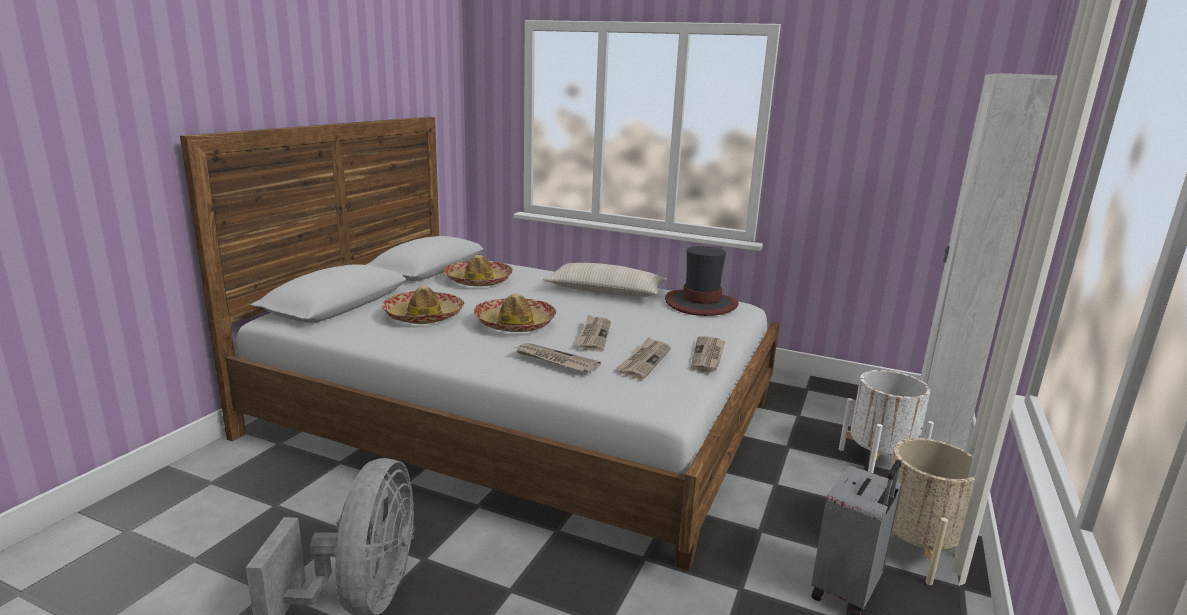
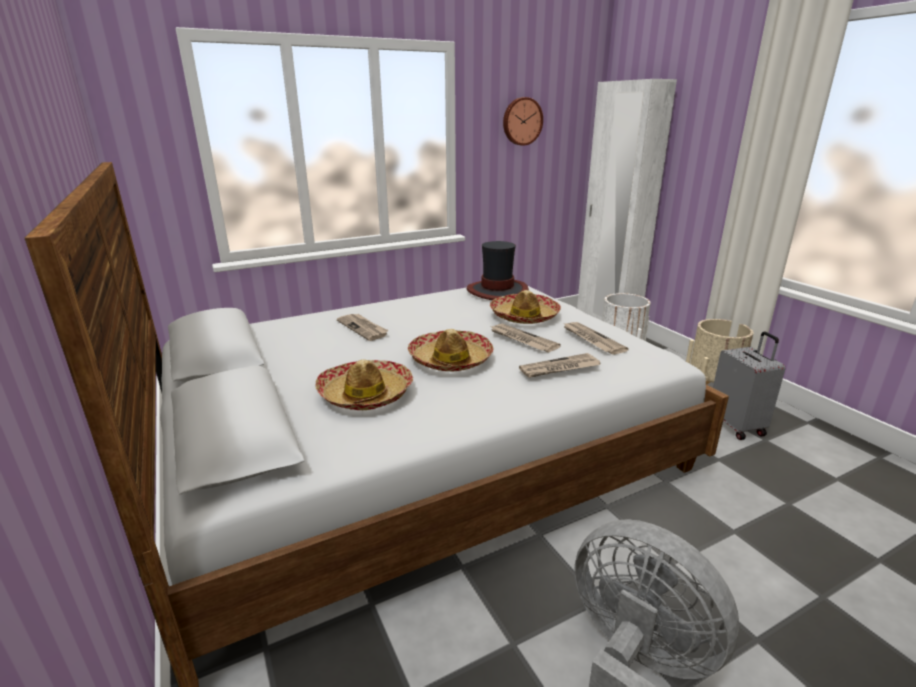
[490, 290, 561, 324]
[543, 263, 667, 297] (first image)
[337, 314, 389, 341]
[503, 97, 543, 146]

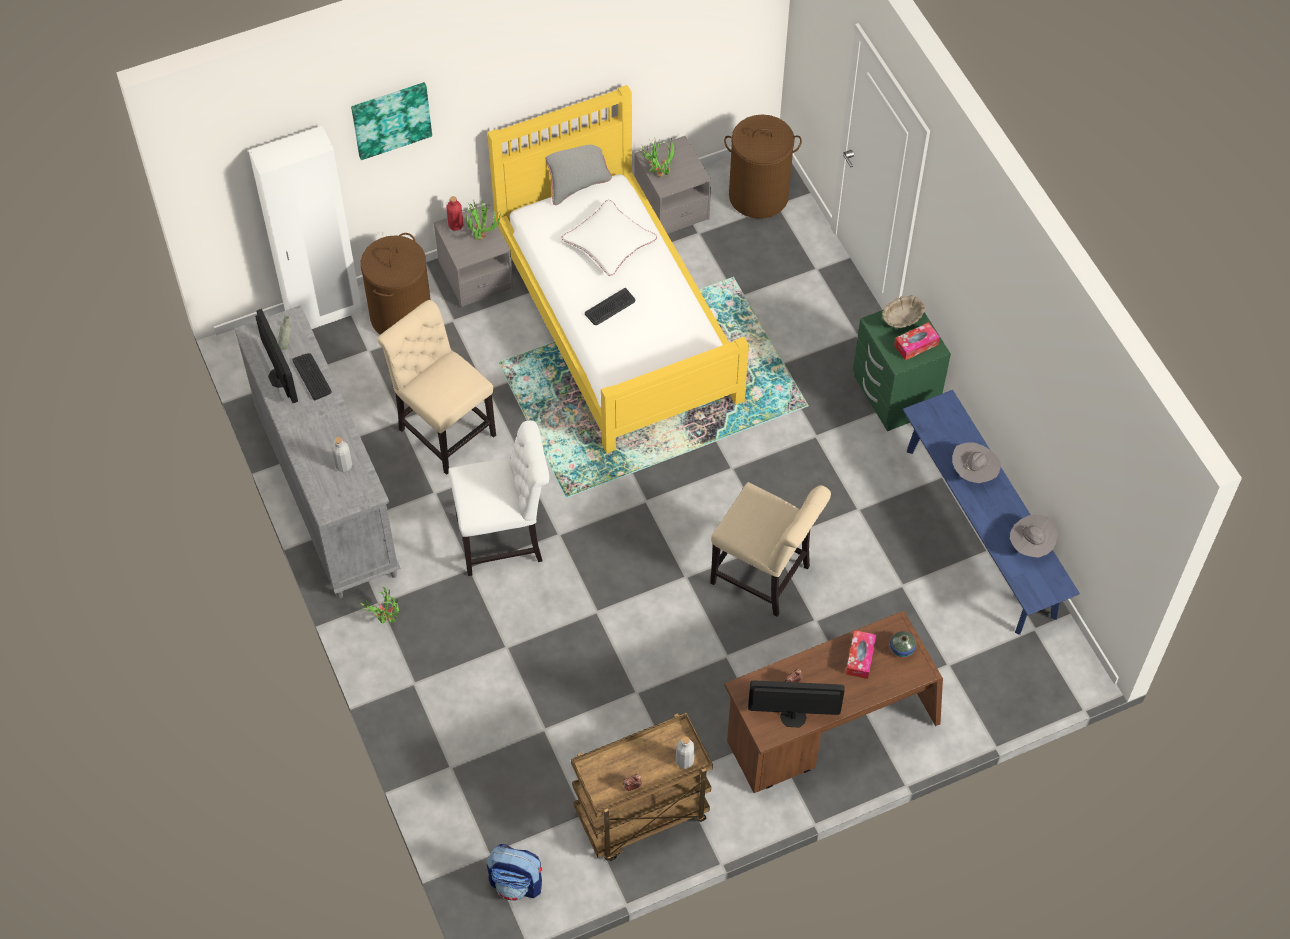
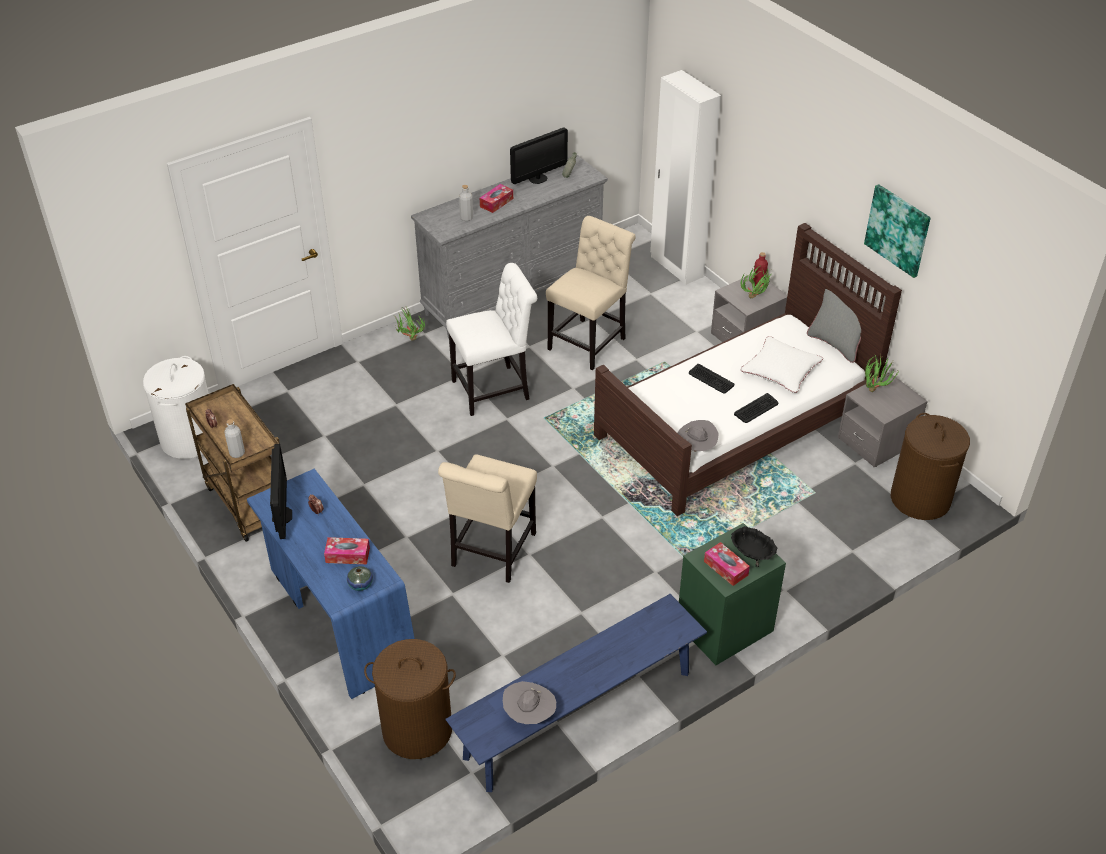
[734, 393, 778, 423]
[864, 184, 931, 278]
[364, 639, 456, 759]
[446, 263, 537, 416]
[594, 223, 902, 516]
[143, 356, 209, 459]
[247, 469, 415, 699]
[731, 526, 777, 567]
[678, 420, 719, 452]
[480, 184, 513, 213]

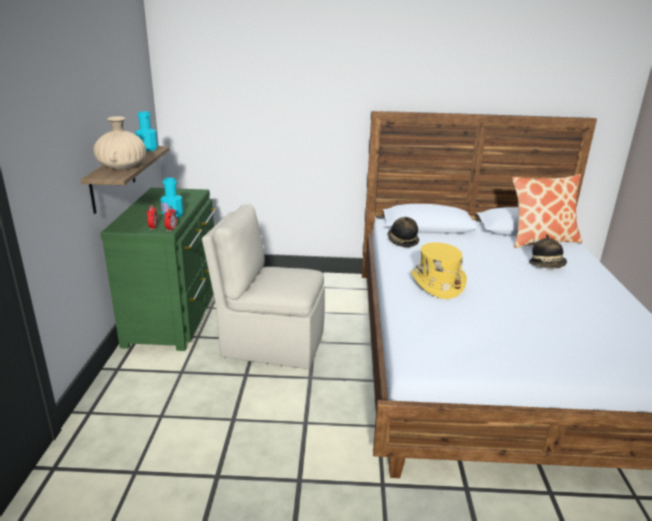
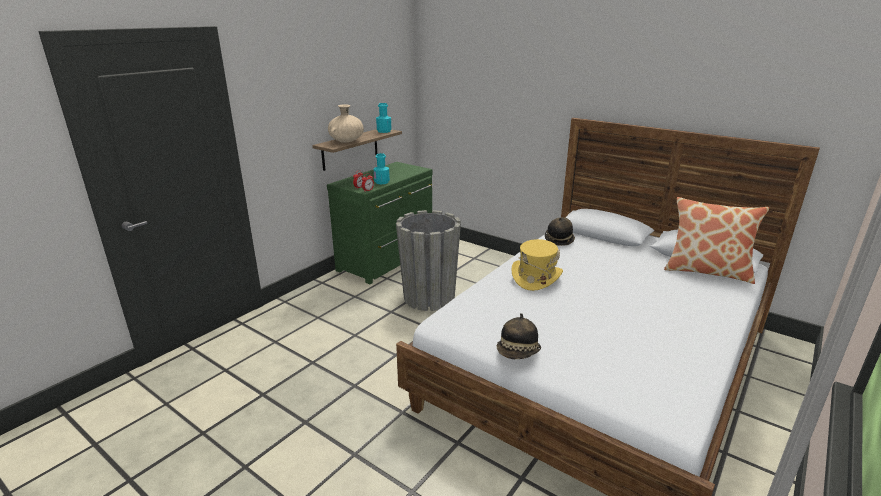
[396, 210, 461, 311]
[497, 313, 541, 359]

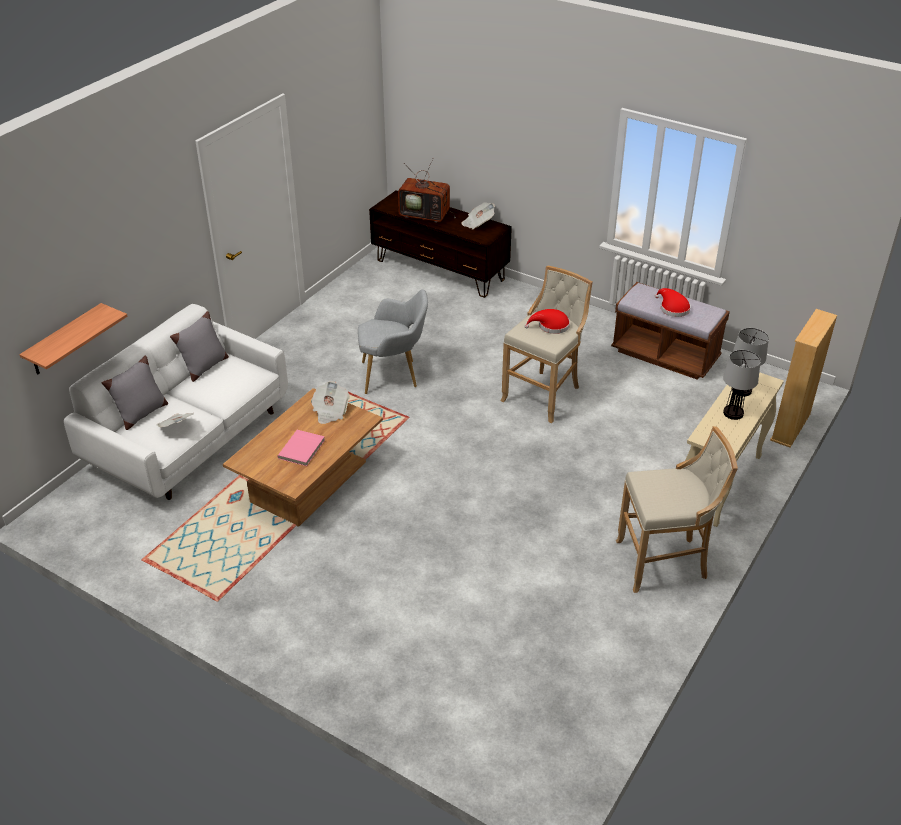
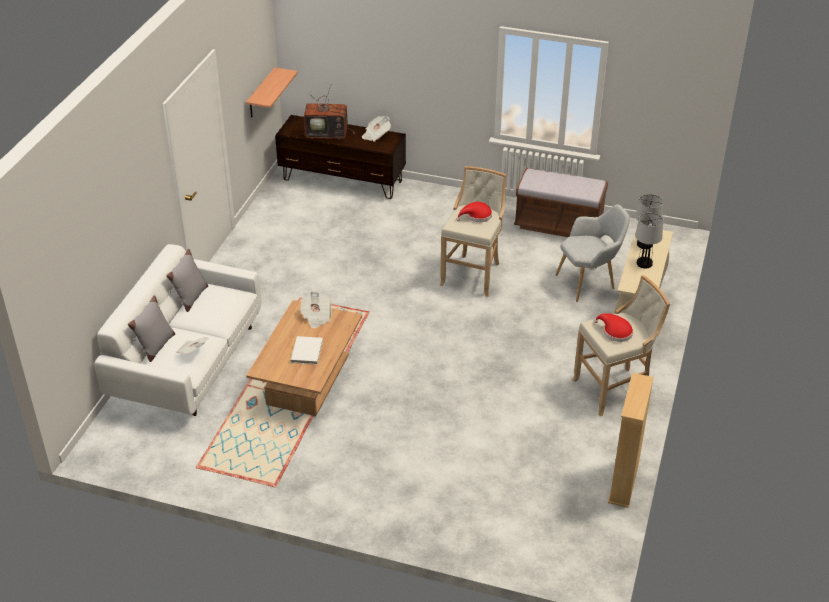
[246, 67, 298, 117]
[290, 336, 323, 365]
[555, 204, 630, 302]
[594, 313, 633, 342]
[608, 373, 654, 508]

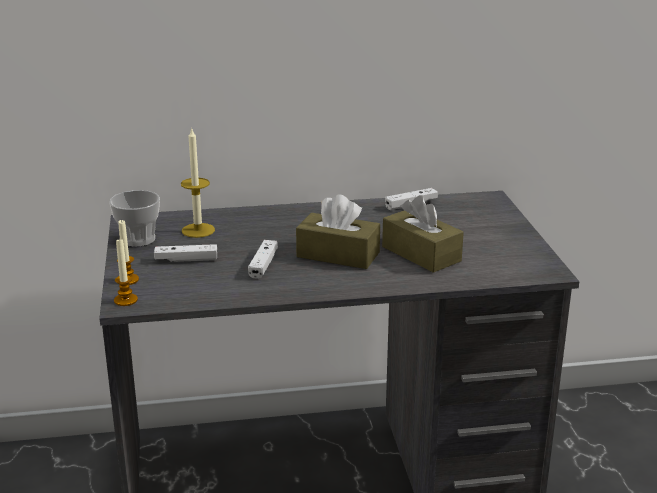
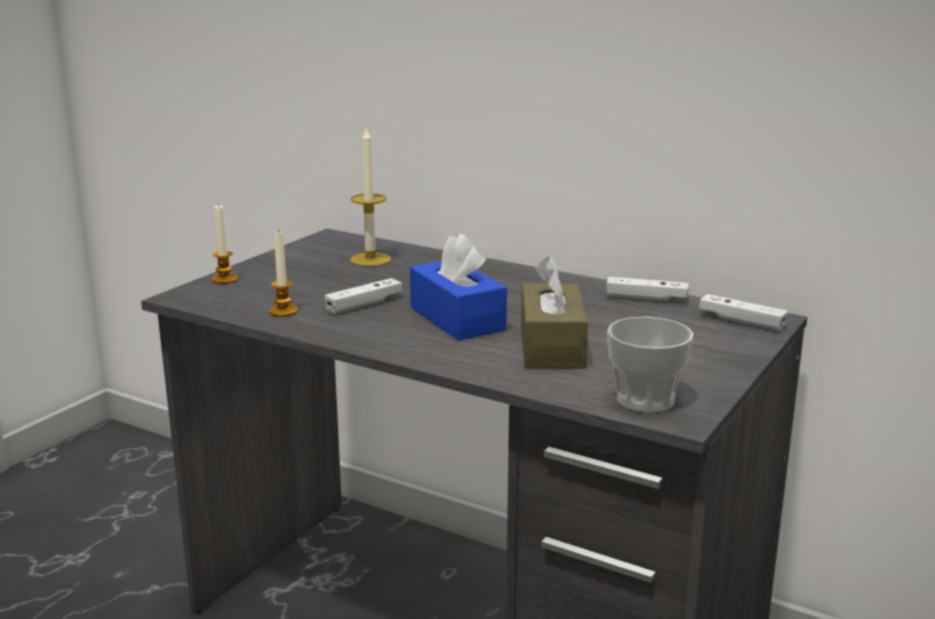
[607, 317, 694, 413]
[269, 230, 298, 317]
[699, 294, 788, 331]
[410, 233, 507, 340]

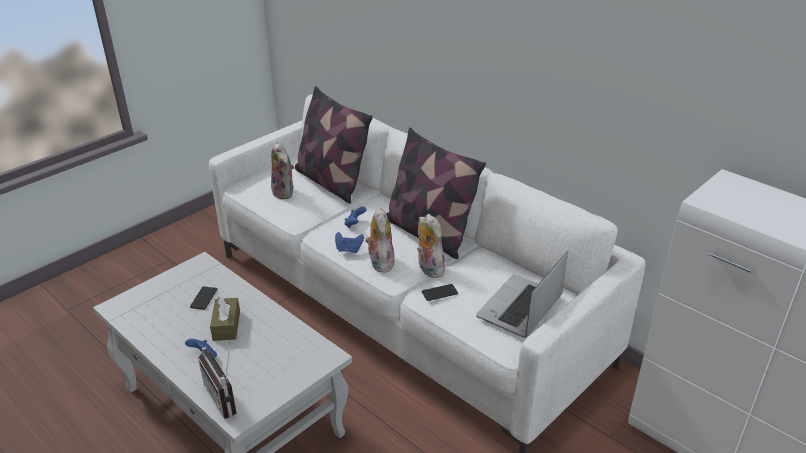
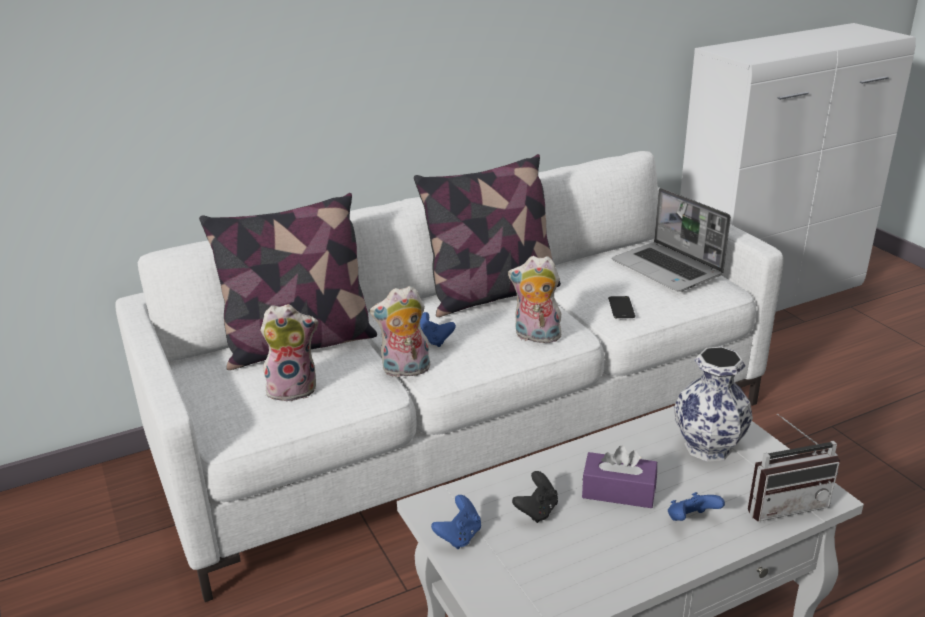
[512, 471, 558, 523]
[582, 446, 657, 508]
[431, 495, 481, 549]
[370, 286, 430, 377]
[674, 347, 753, 462]

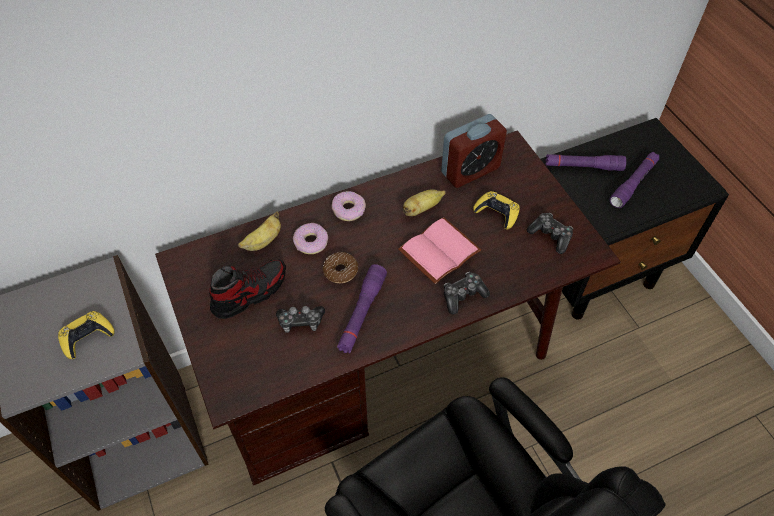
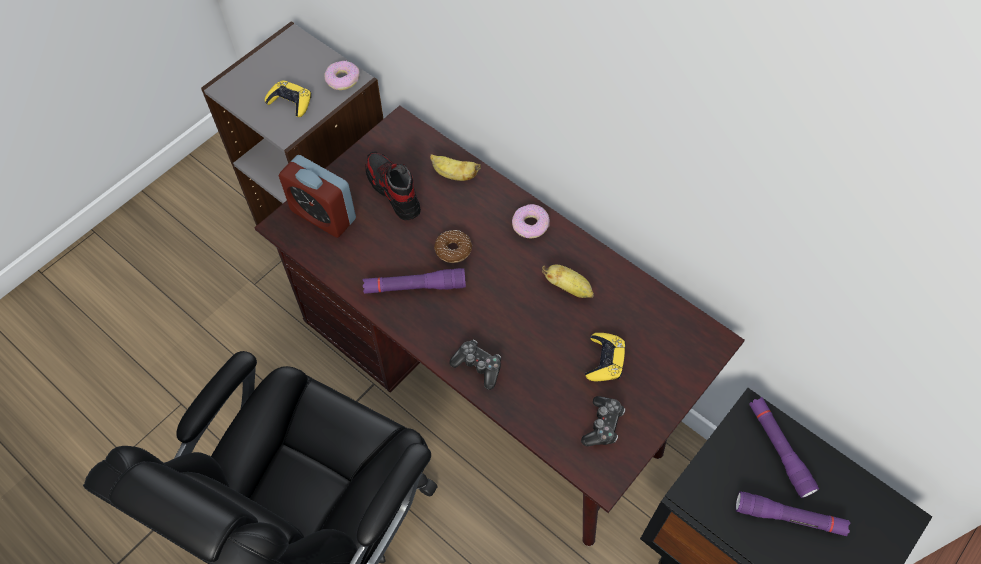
[366, 151, 421, 220]
[276, 306, 325, 333] (first image)
[324, 61, 359, 90]
[398, 217, 481, 284] (first image)
[279, 155, 356, 238]

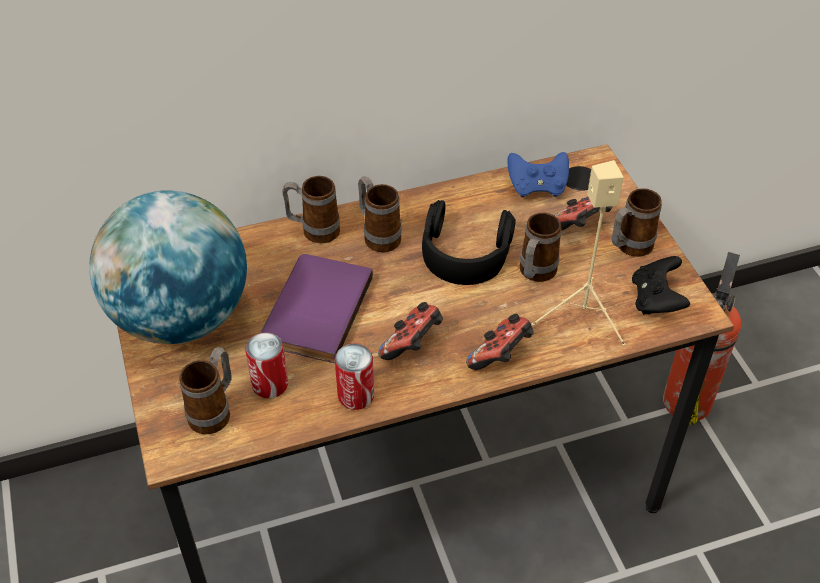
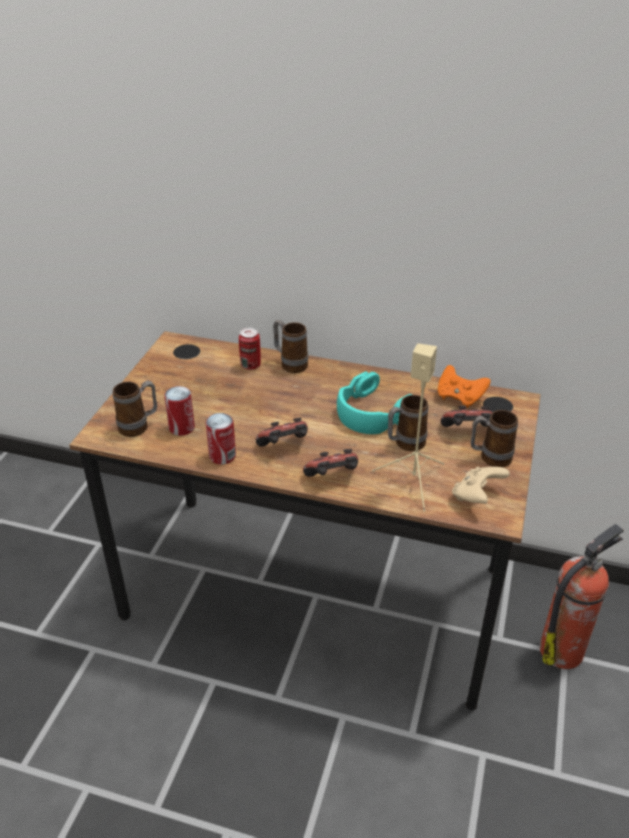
[89, 191, 247, 344] (first image)
[261, 254, 373, 363] (first image)
[358, 177, 402, 252] (first image)
[337, 371, 413, 434]
[438, 365, 491, 408]
[452, 466, 510, 504]
[239, 328, 261, 370]

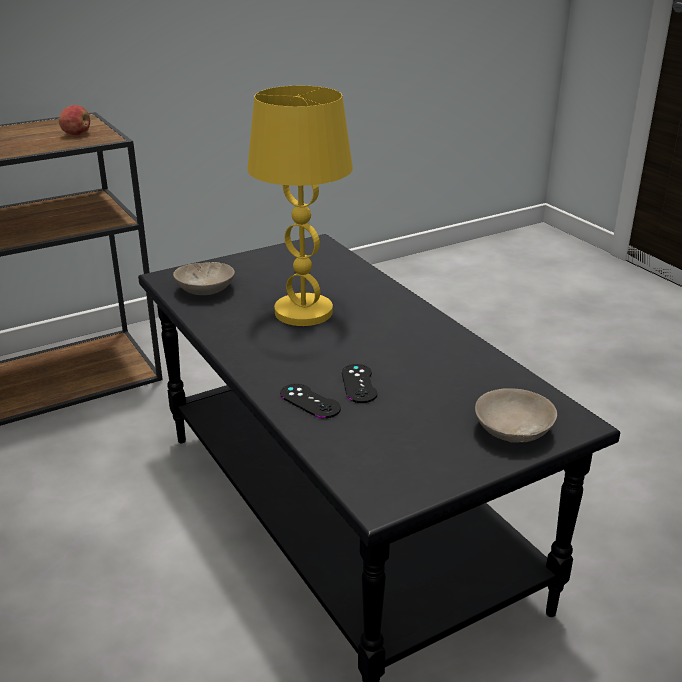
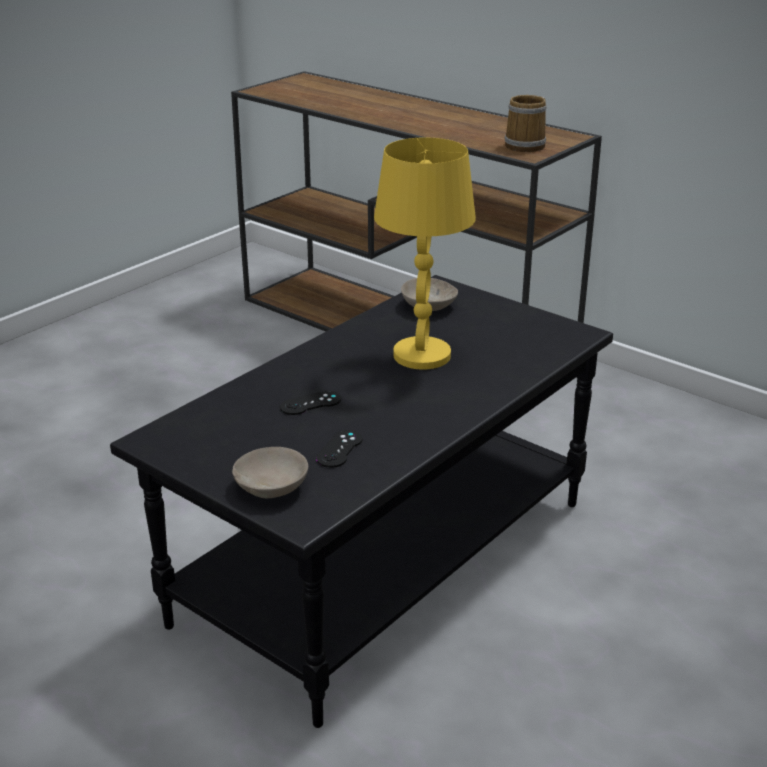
[504, 95, 546, 152]
[316, 430, 362, 468]

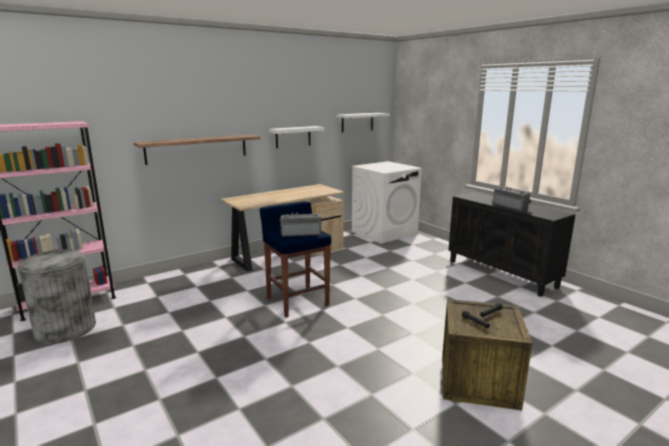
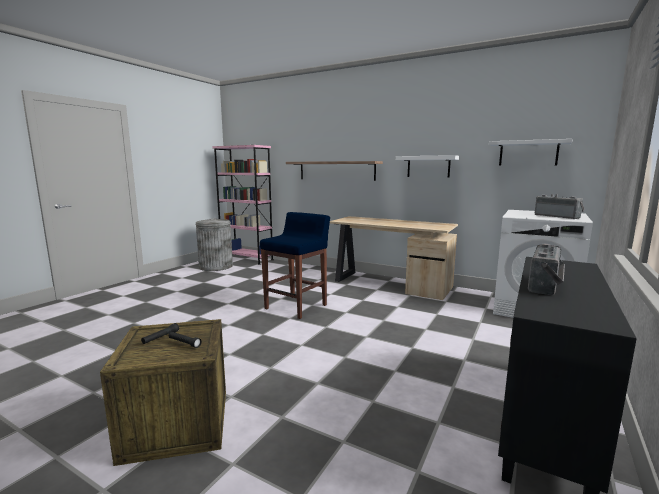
[535, 194, 585, 219]

